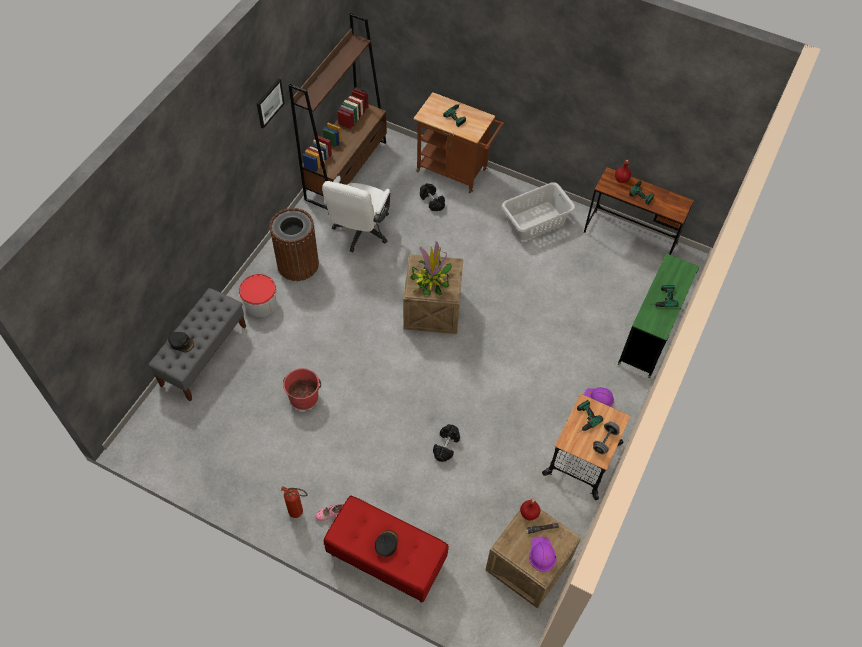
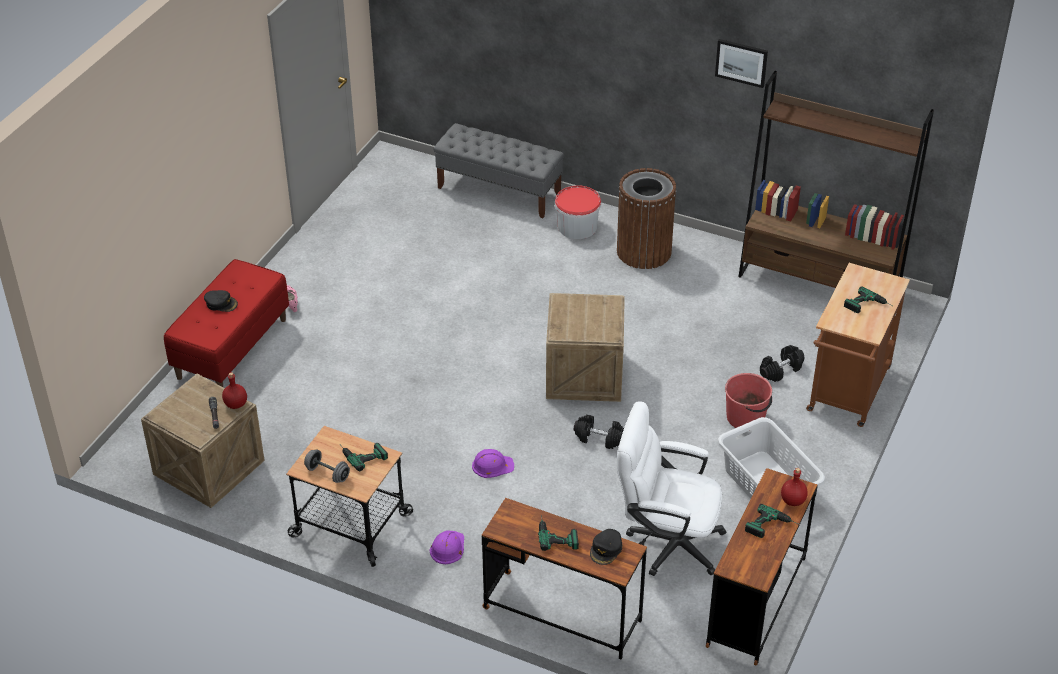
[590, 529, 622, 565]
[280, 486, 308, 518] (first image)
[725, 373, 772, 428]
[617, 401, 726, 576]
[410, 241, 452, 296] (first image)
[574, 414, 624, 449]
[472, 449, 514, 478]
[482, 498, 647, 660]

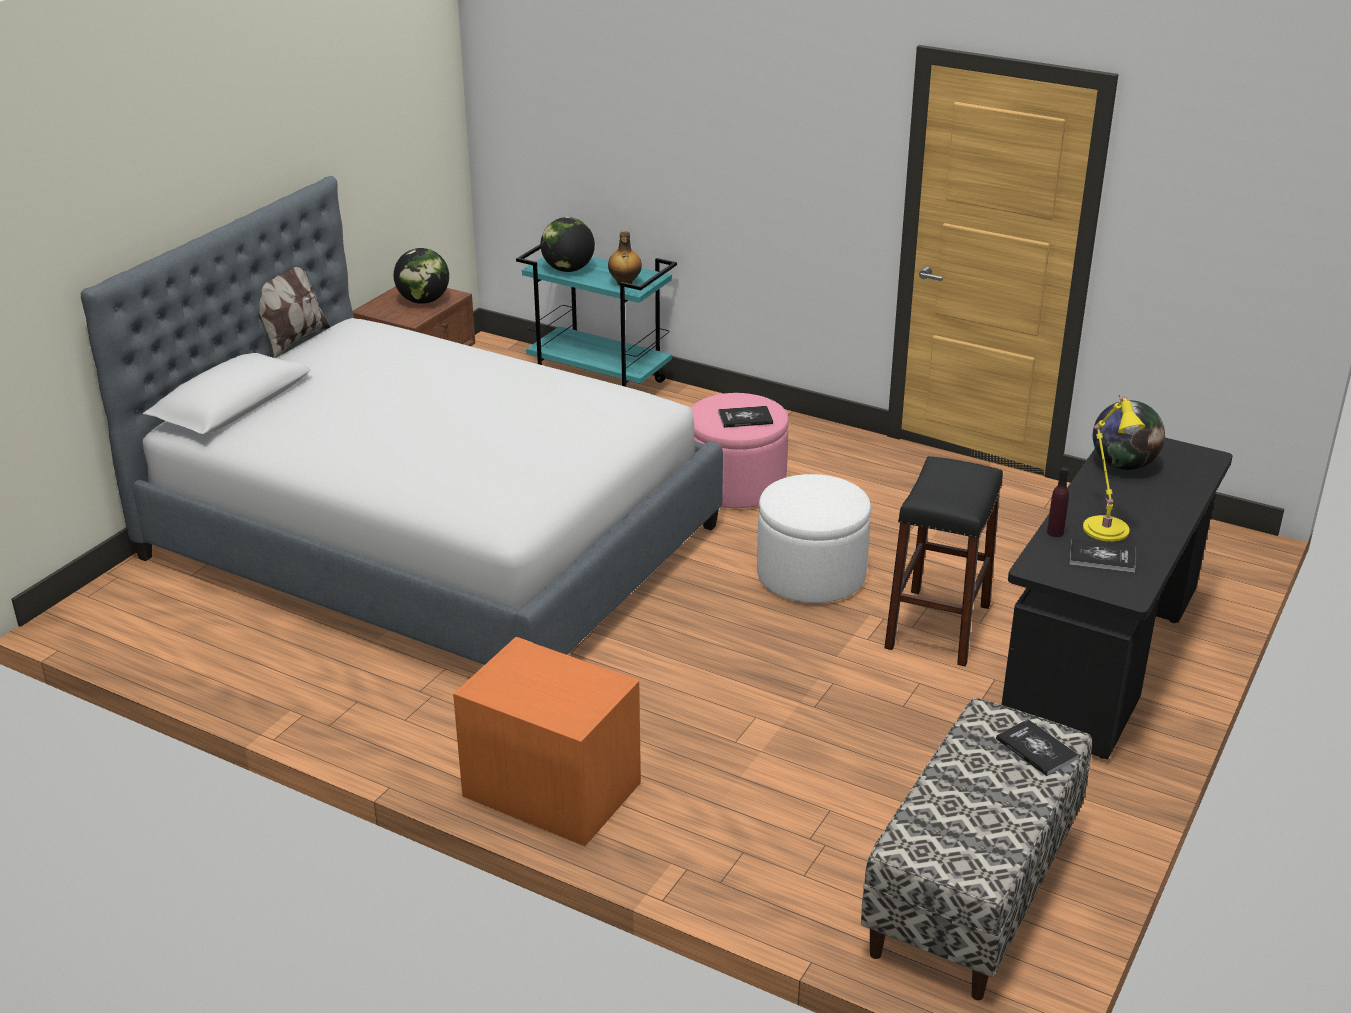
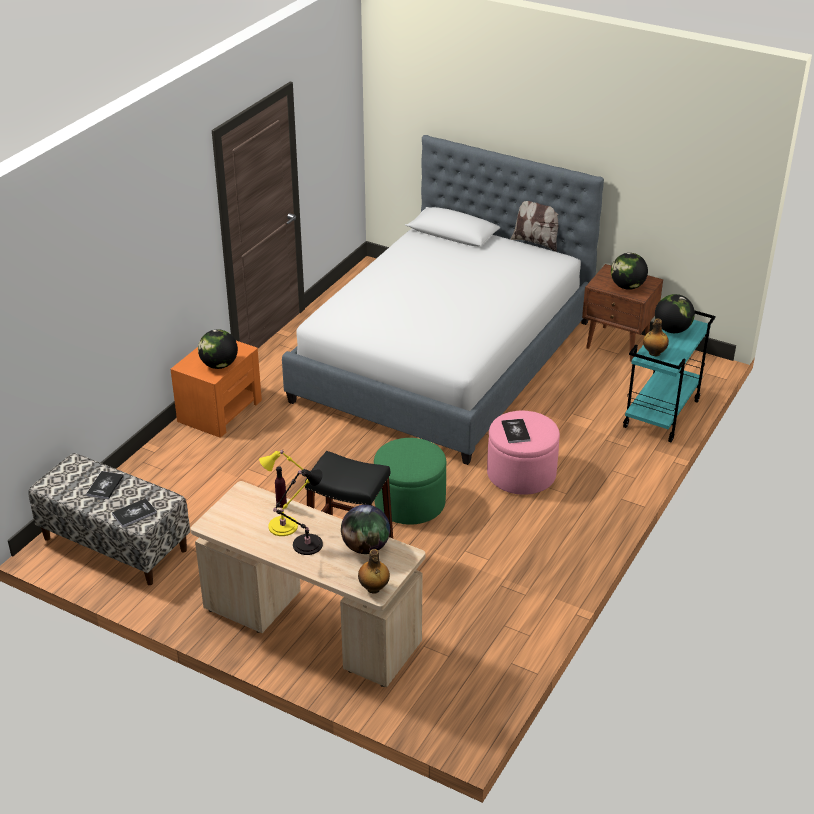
[374, 438, 446, 525]
[190, 481, 425, 688]
[86, 471, 124, 499]
[198, 329, 238, 369]
[273, 469, 323, 555]
[358, 549, 390, 593]

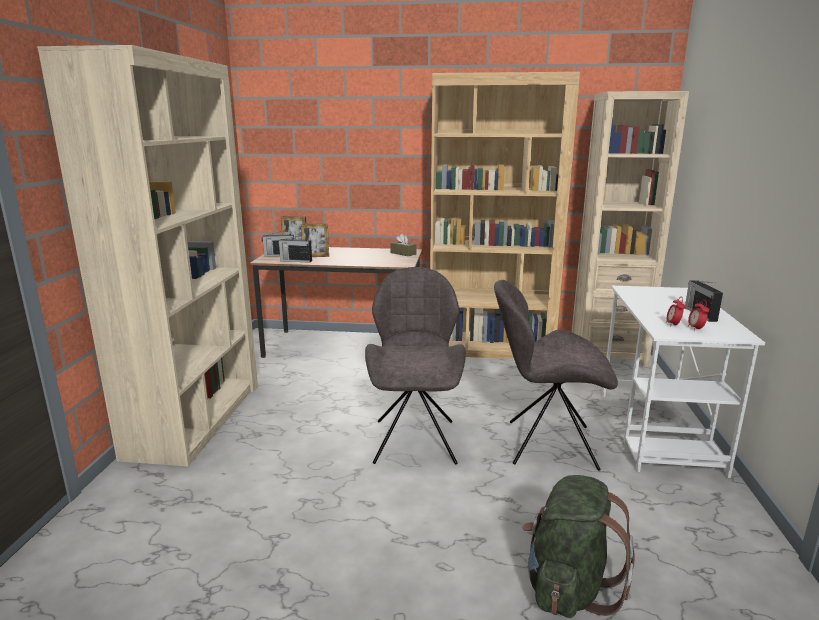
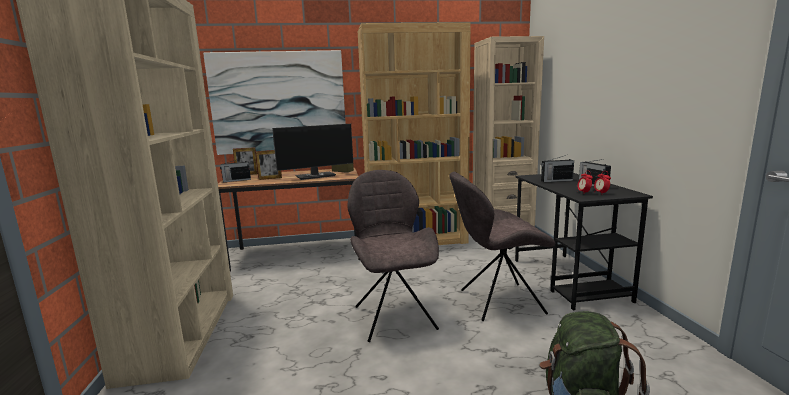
[541, 155, 574, 182]
[515, 173, 653, 310]
[203, 50, 346, 155]
[272, 124, 353, 180]

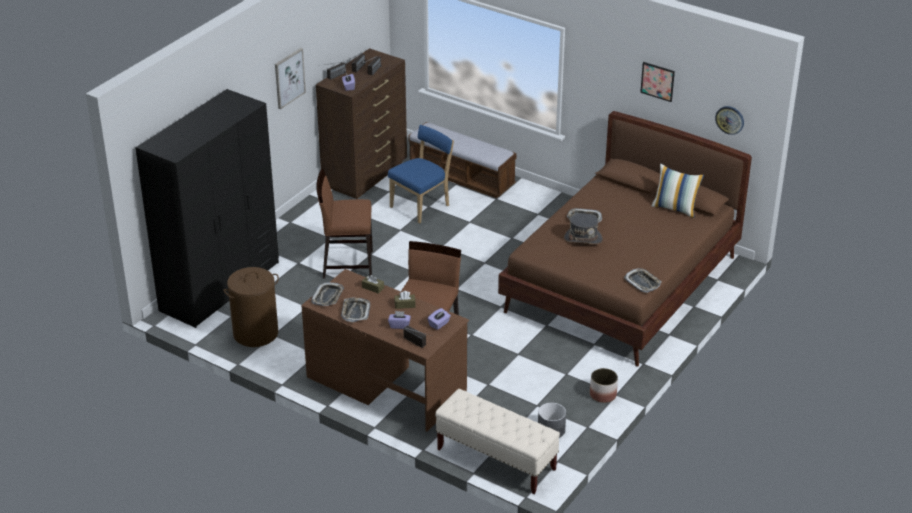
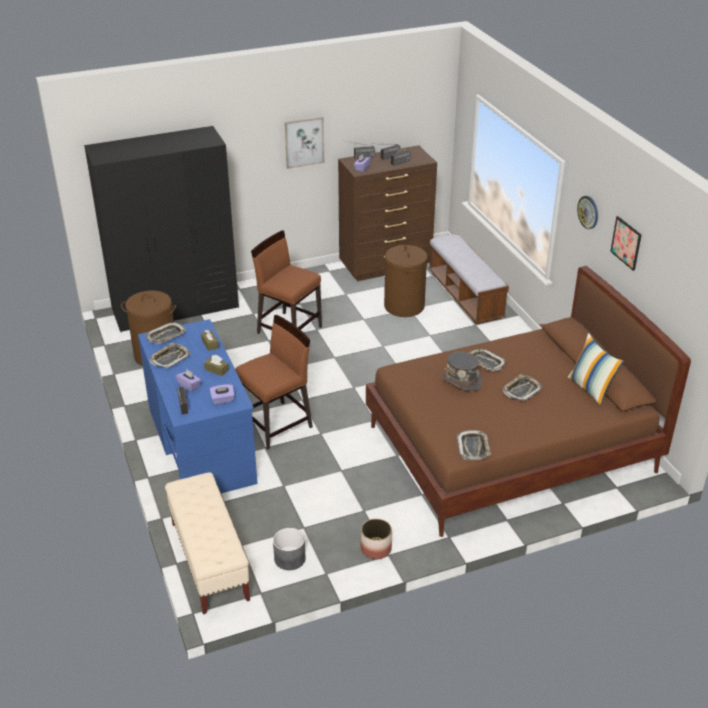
[138, 319, 258, 493]
[384, 245, 428, 317]
[577, 196, 598, 229]
[503, 374, 542, 401]

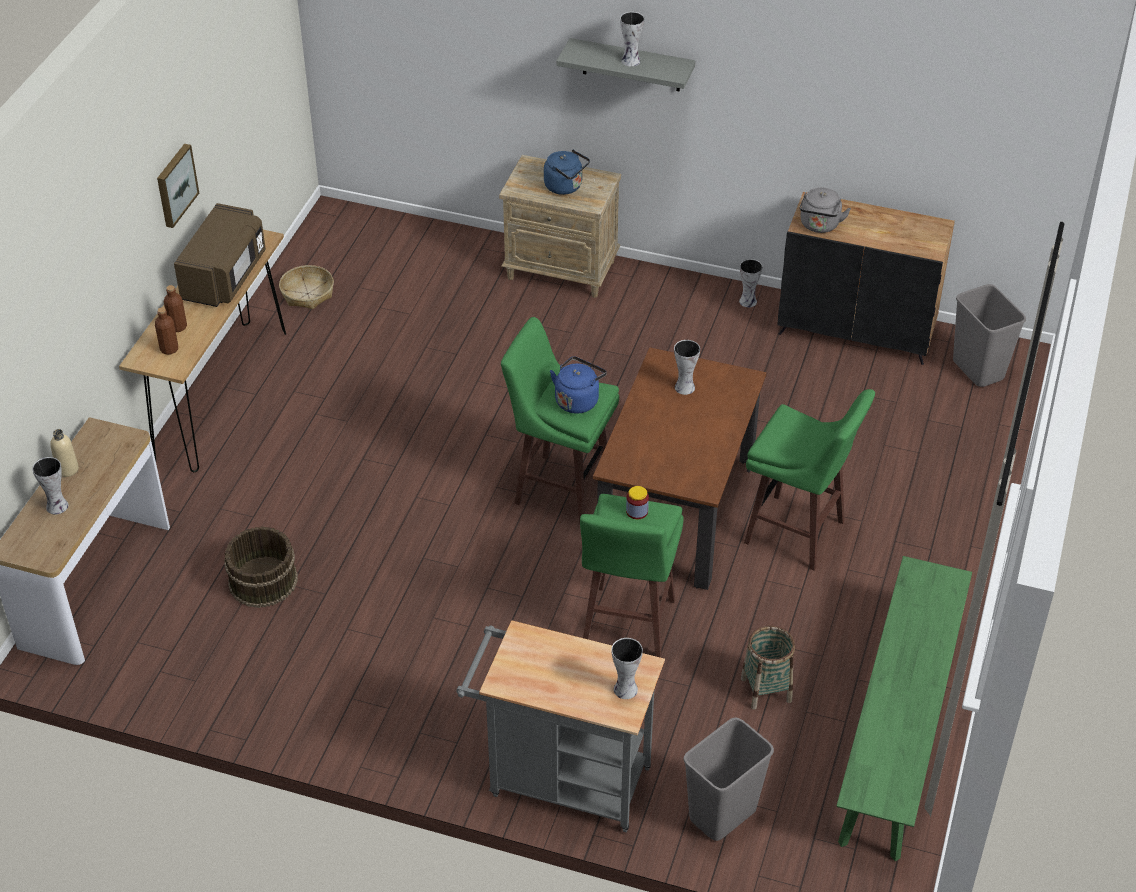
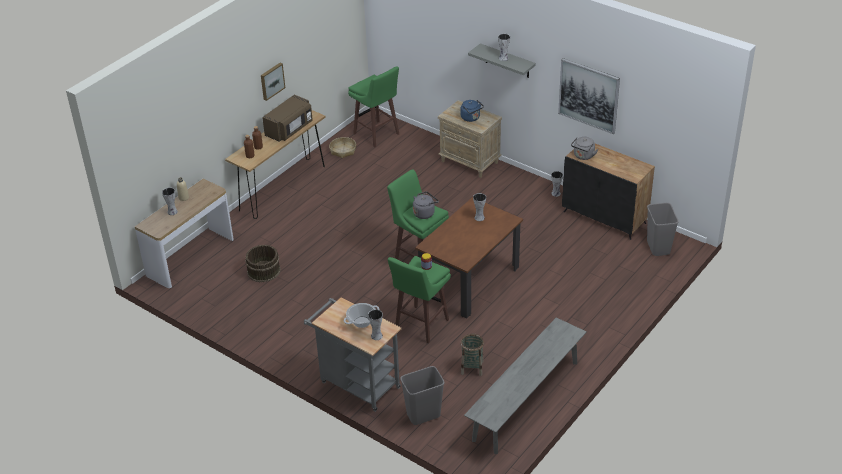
[413, 192, 439, 219]
[348, 67, 399, 147]
[464, 317, 587, 454]
[344, 303, 379, 328]
[558, 58, 620, 134]

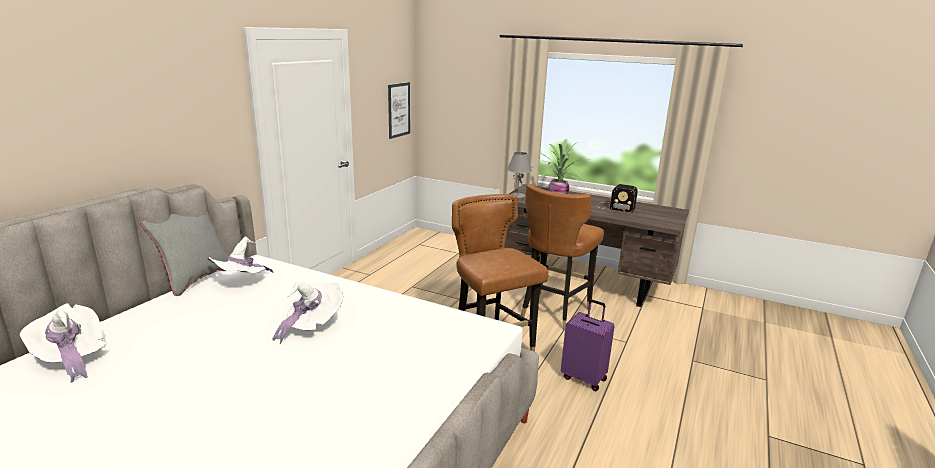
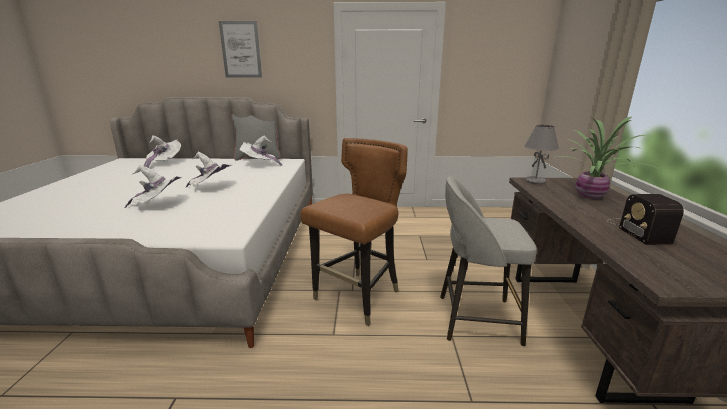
[219, 21, 262, 78]
[440, 176, 537, 346]
[561, 300, 615, 391] (first image)
[125, 165, 182, 208]

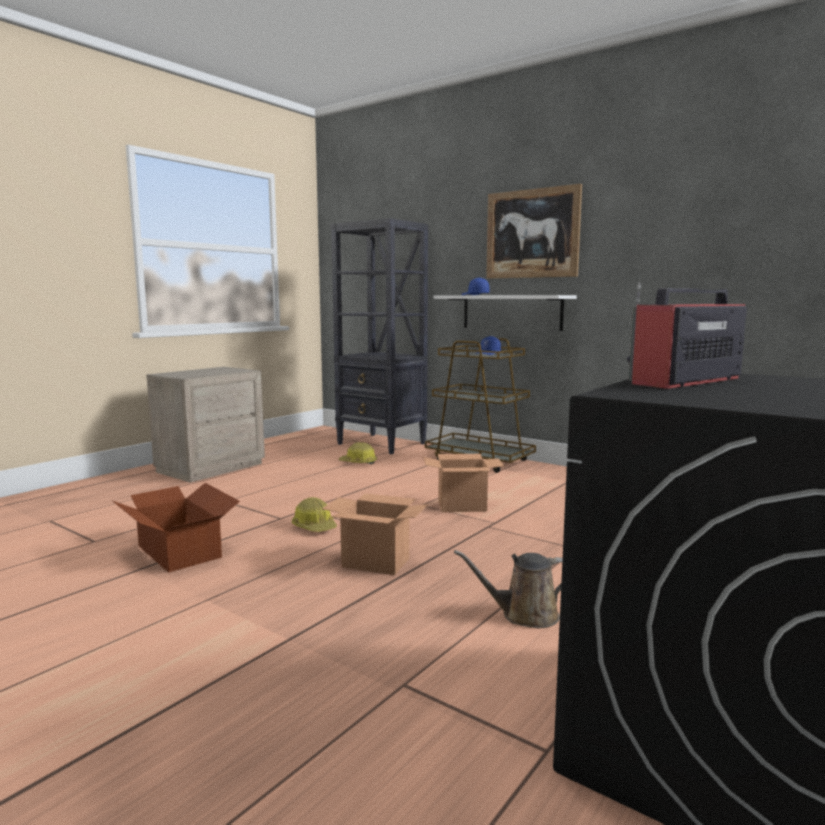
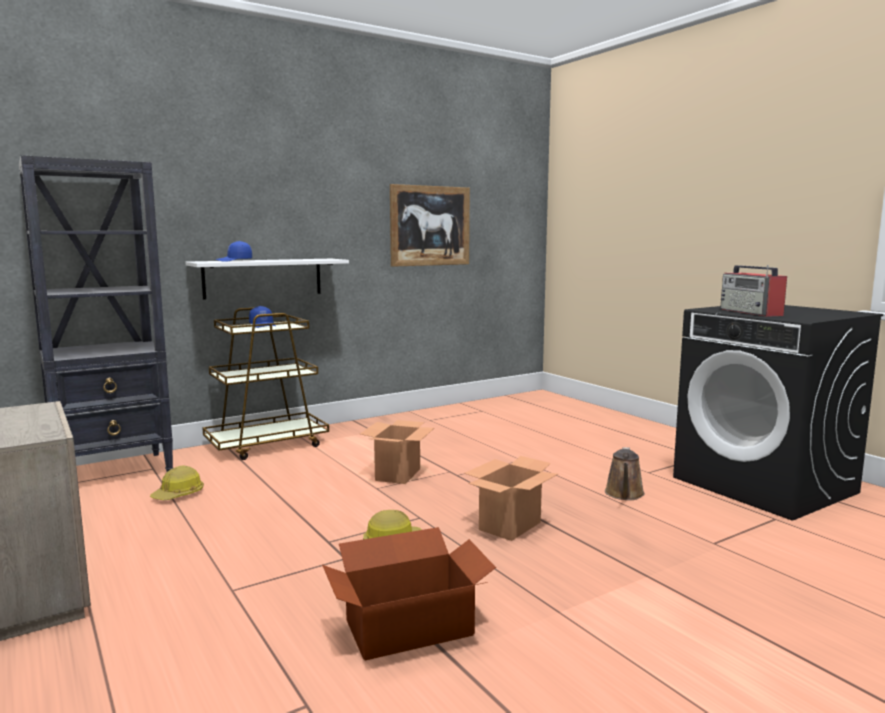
[390, 184, 470, 267]

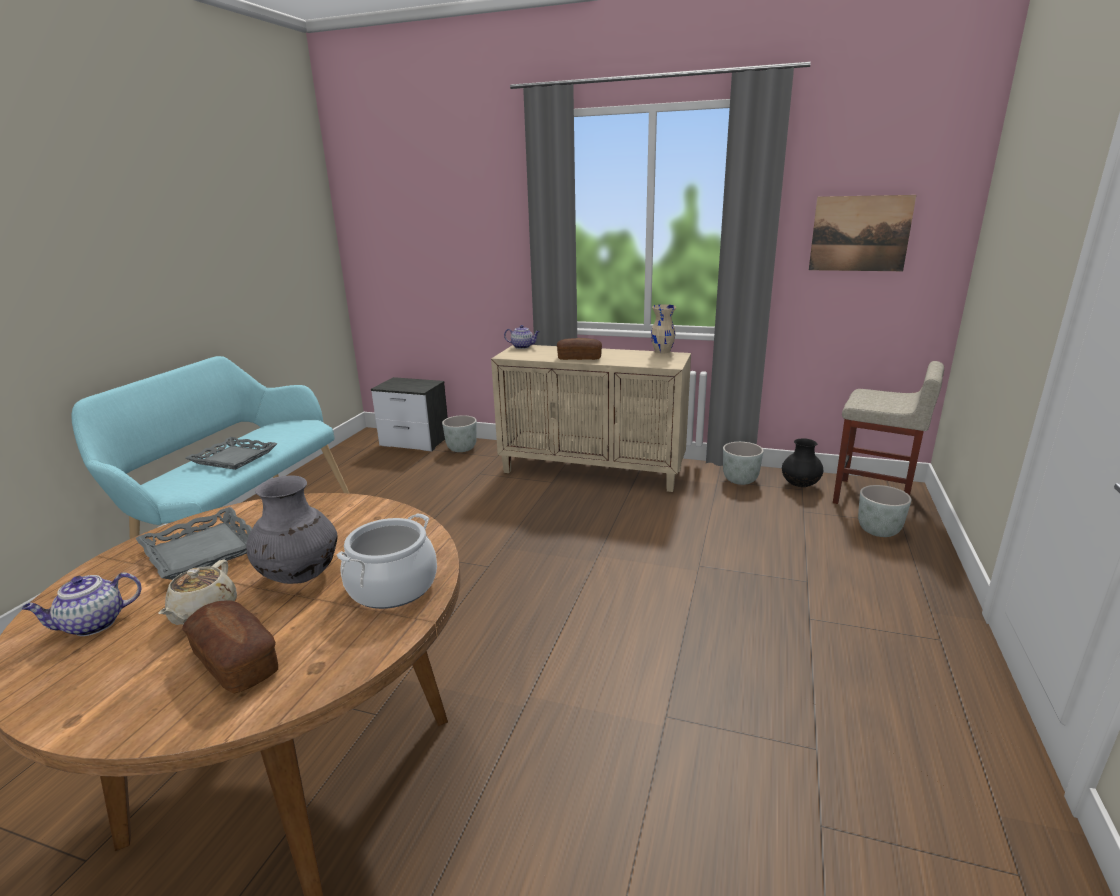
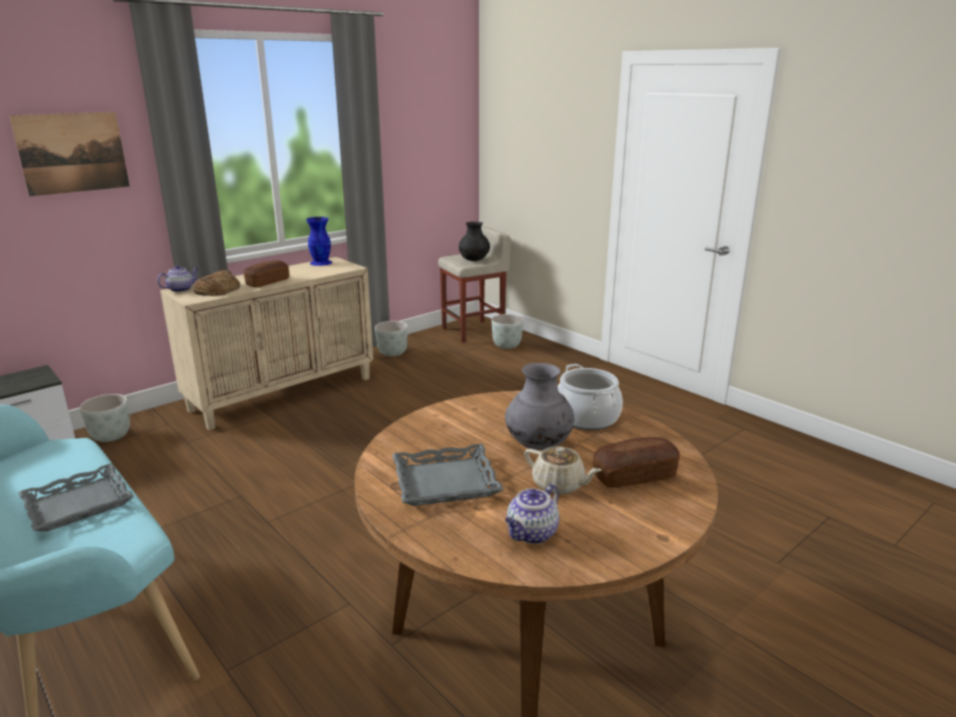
[505, 484, 559, 544]
[306, 217, 332, 266]
[459, 222, 490, 261]
[10, 112, 130, 196]
[193, 270, 240, 296]

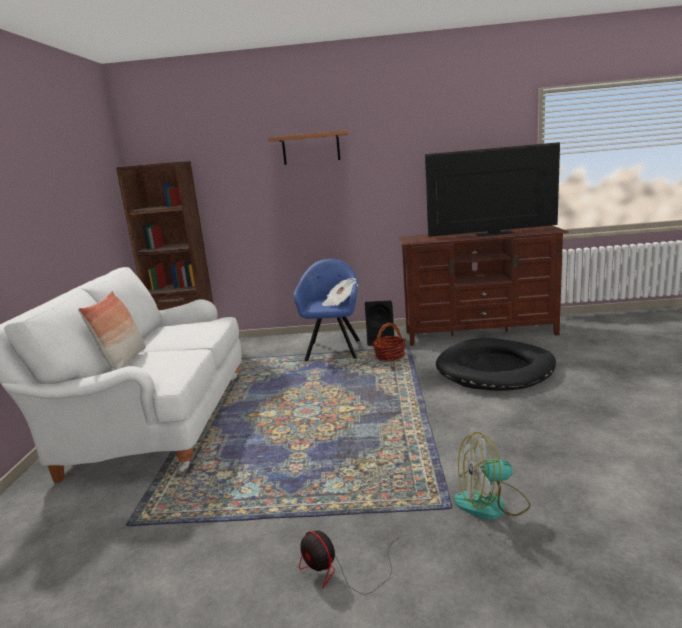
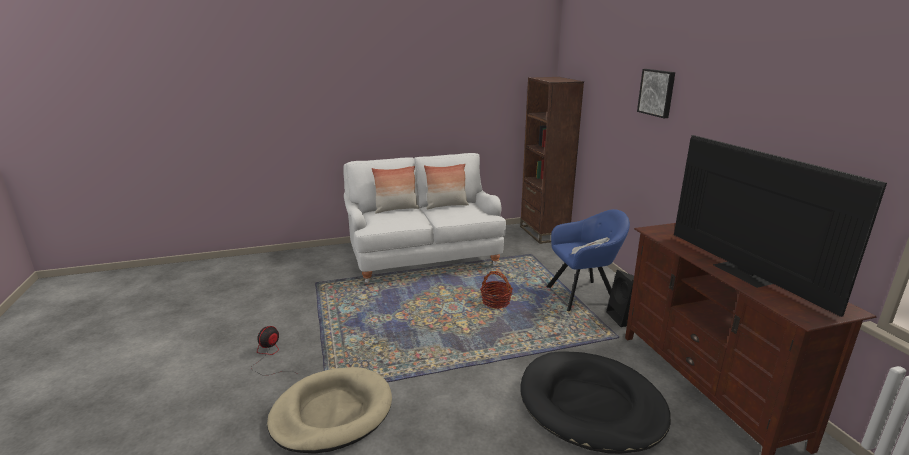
[637, 69, 675, 118]
[480, 271, 513, 309]
[267, 367, 392, 454]
[424, 164, 469, 209]

